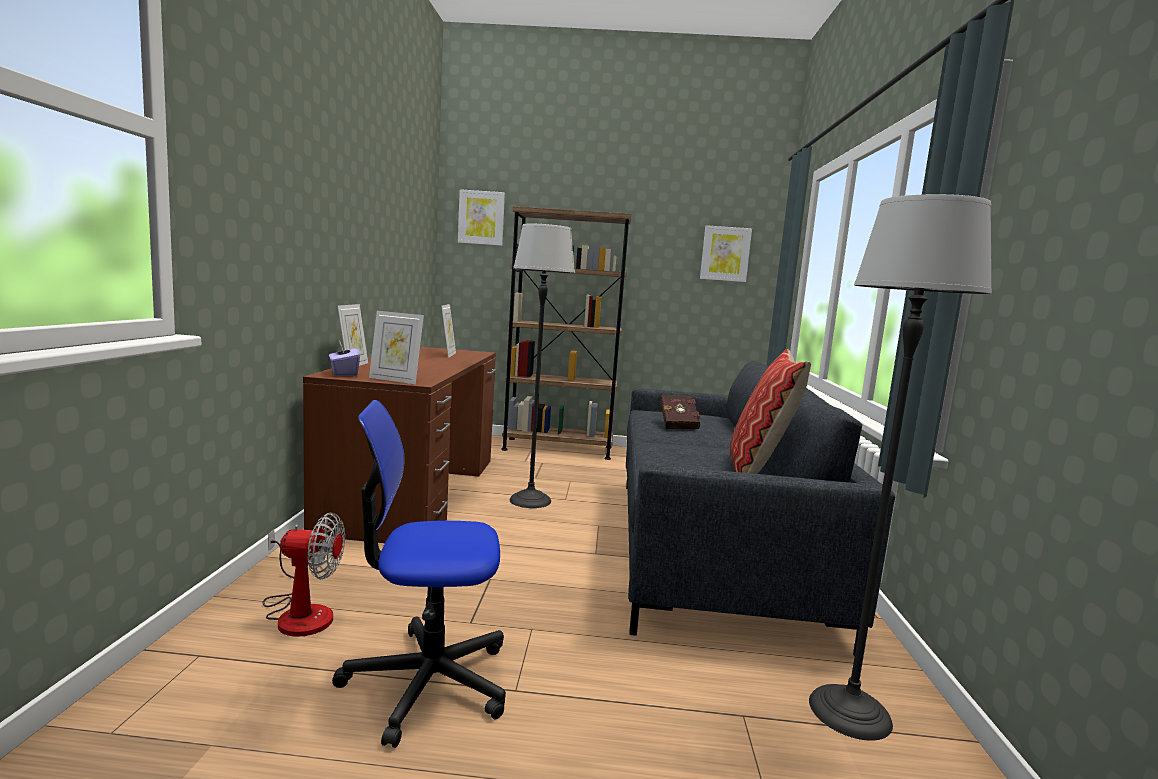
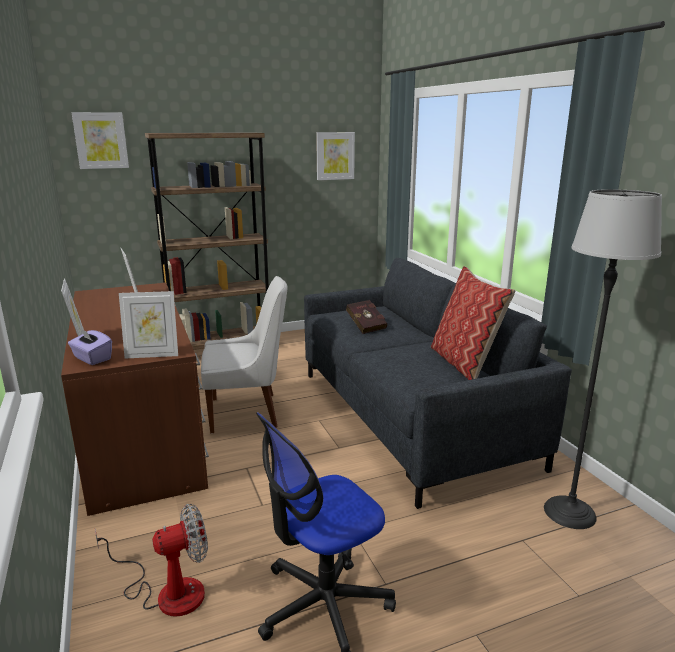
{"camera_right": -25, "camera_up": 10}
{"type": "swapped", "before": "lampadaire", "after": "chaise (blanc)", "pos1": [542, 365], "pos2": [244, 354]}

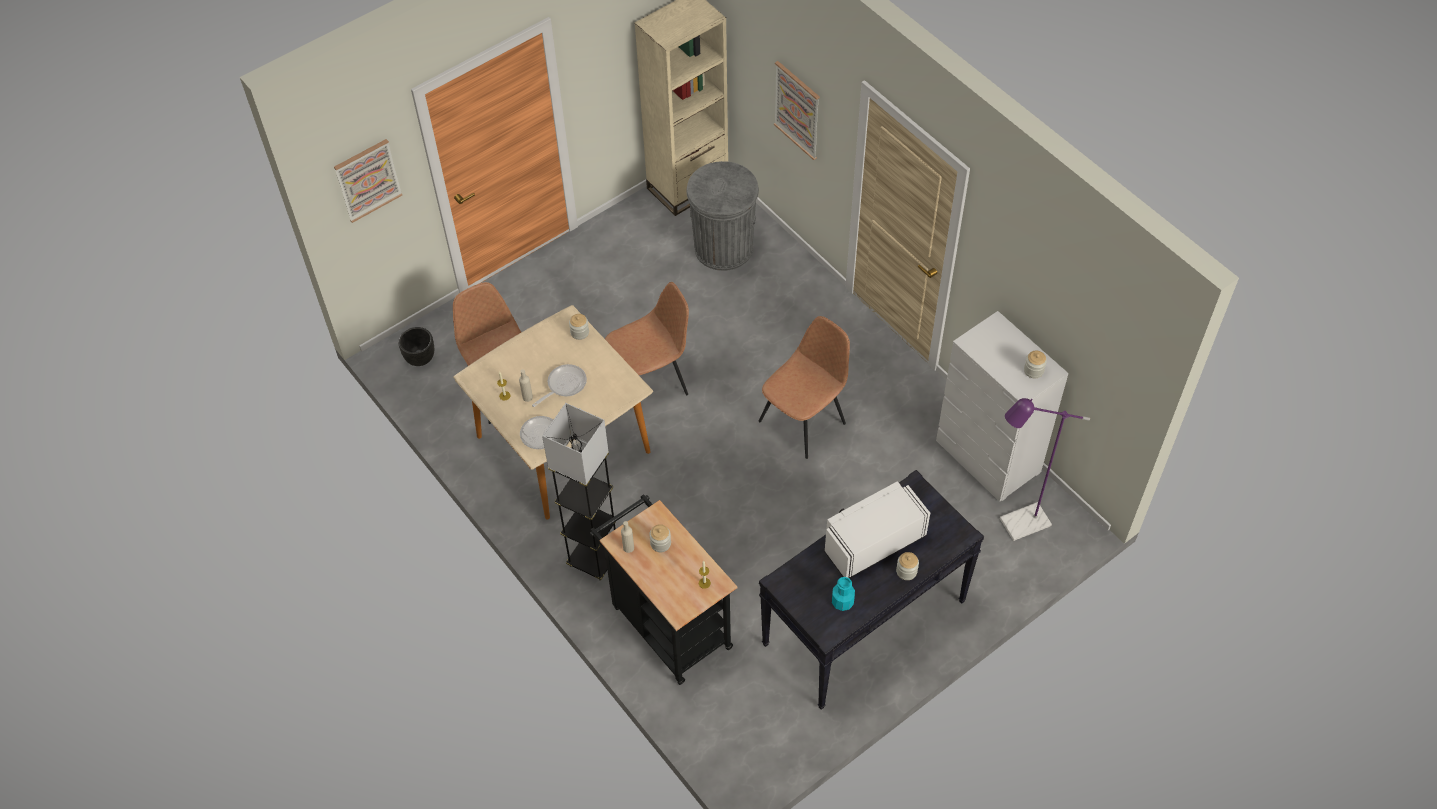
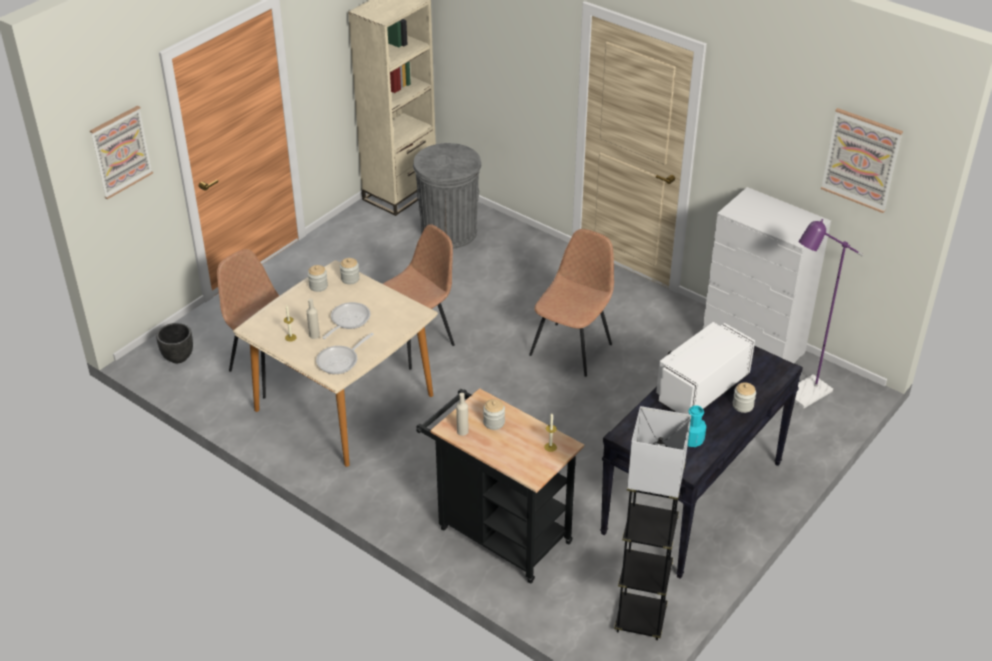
{"camera_right": -15, "camera_up": -15}
{"type": "shifted", "before": "lampadaire (gris)", "pos1": [579, 492], "pos2": [652, 523]}
{"type": "shifted", "before": "tableau", "pos1": [797, 110], "pos2": [862, 160]}
{"type": "shifted", "before": "bocal", "pos1": [1035, 364], "pos2": [318, 278]}

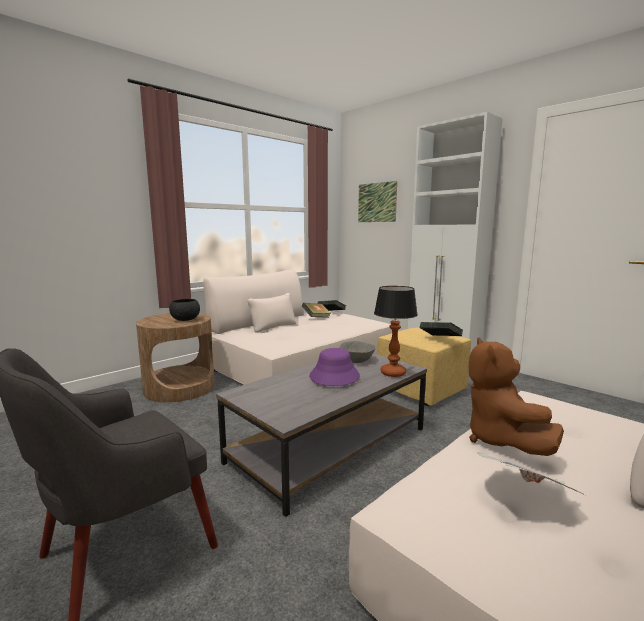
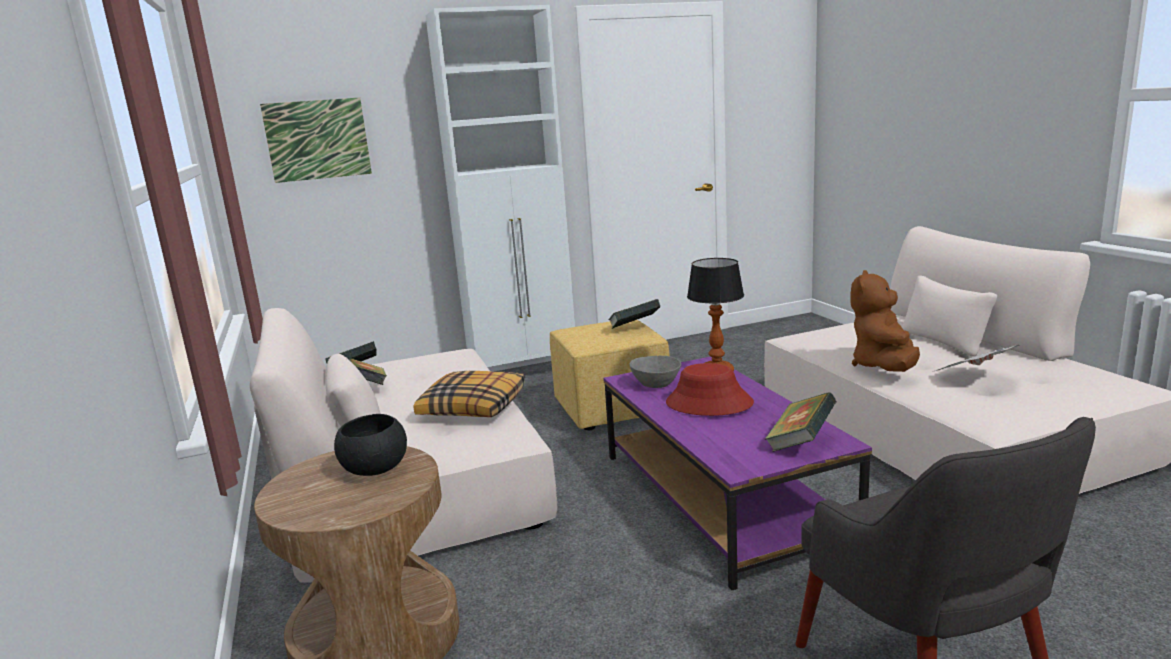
{"camera_right": -65, "camera_up": 5}
{"type": "new", "after": "coussin", "pos2": [469, 394]}
{"type": "new", "after": "livre", "pos2": [800, 422]}
{"type": "repainted", "before": "table basse (gris)", "after": "table basse (violet)", "pos1": [321, 435], "pos2": [737, 473]}
{"type": "repainted", "before": "chapeau (violet)", "after": "chapeau (rouge)", "pos1": [334, 367], "pos2": [710, 389]}
{"type": "rotated", "before": "peluche (marron)", "pos1": [516, 396], "pos2": [885, 321], "turn": 90}

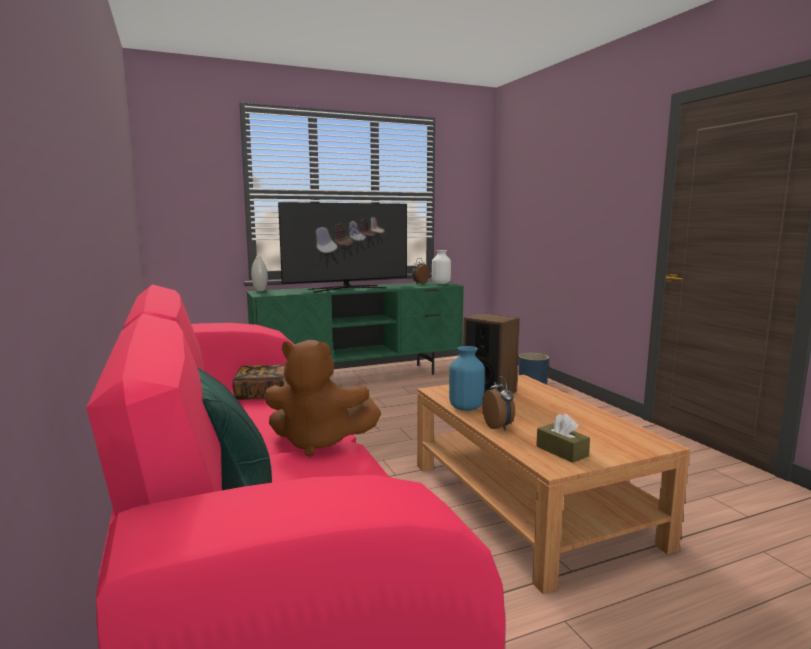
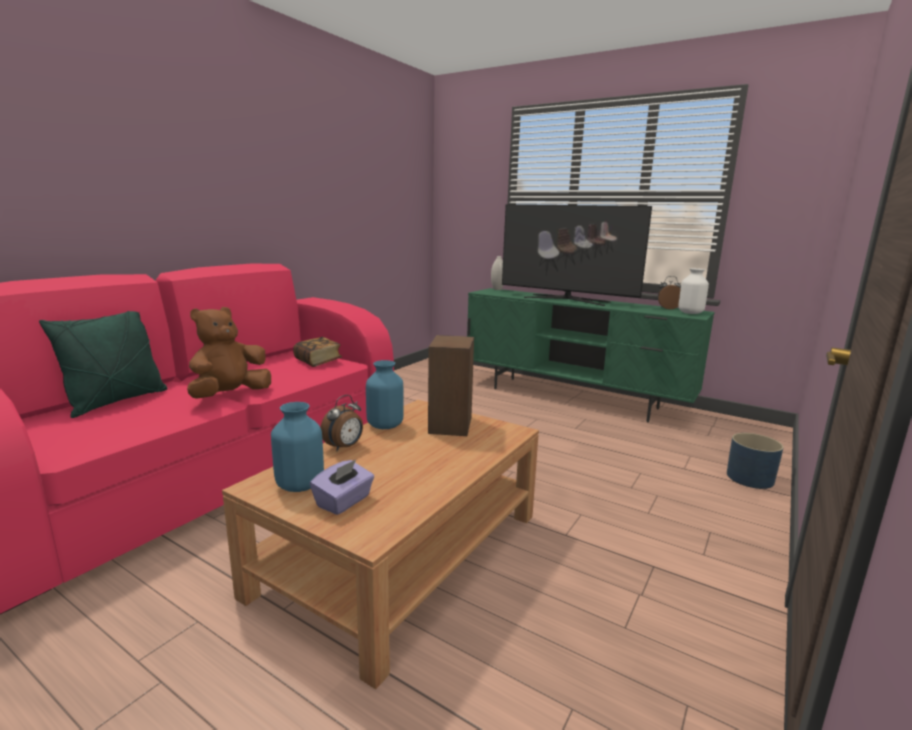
{"camera_right": 55, "camera_up": 5}
{"type": "new", "after": "boîte à mouchoirs (violet)", "pos2": [342, 487]}
{"type": "swapped", "before": "boîte à mouchoirs (marron)", "after": "vase (bleu)", "pos1": [563, 438], "pos2": [297, 447]}
{"type": "rotated", "before": "peluche (marron)", "pos1": [322, 398], "pos2": [229, 353], "turn": 60}

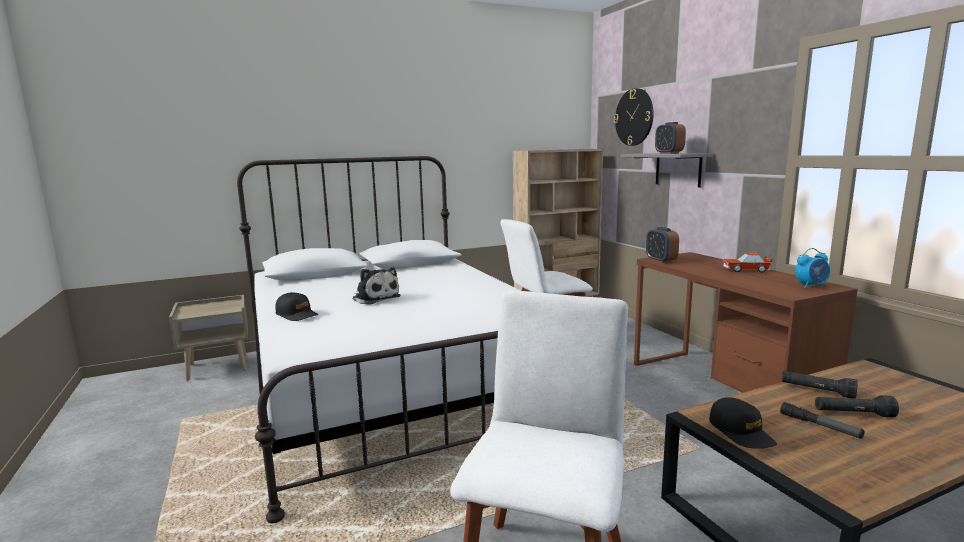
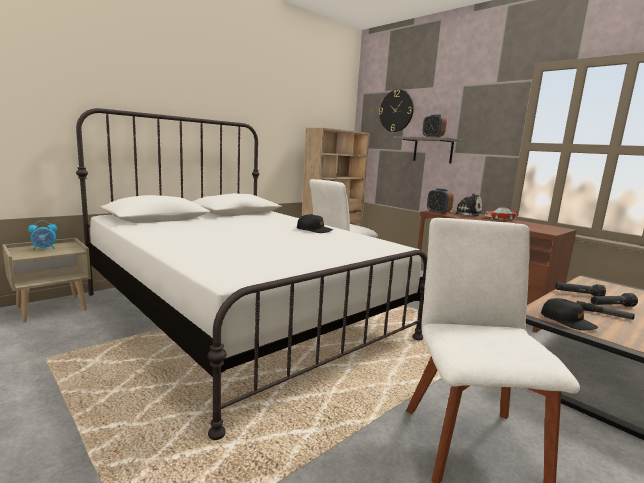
{"camera_right": -20, "camera_up": 0}
{"type": "shifted", "before": "casquette (noir)", "pos1": [296, 306], "pos2": [315, 223]}
{"type": "shifted", "before": "peluche", "pos1": [376, 286], "pos2": [466, 205]}
{"type": "shifted", "before": "réveil", "pos1": [812, 268], "pos2": [42, 235]}

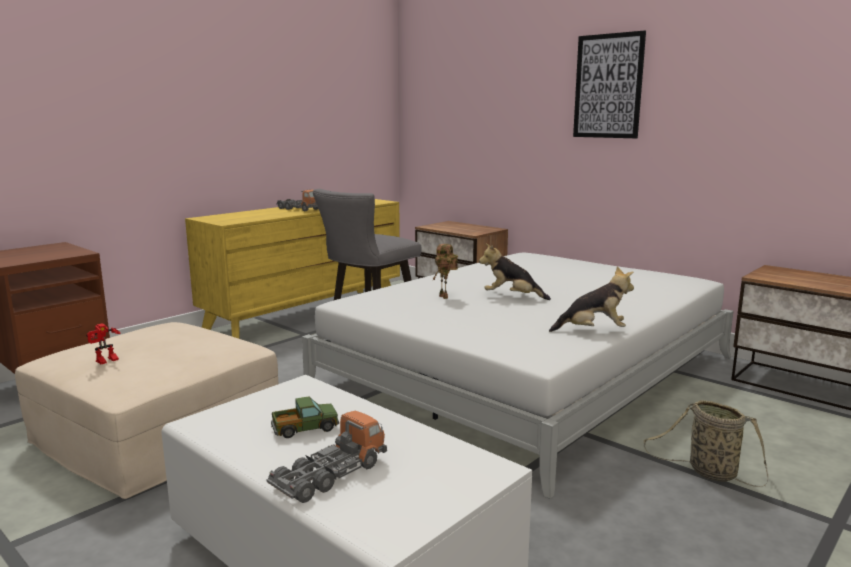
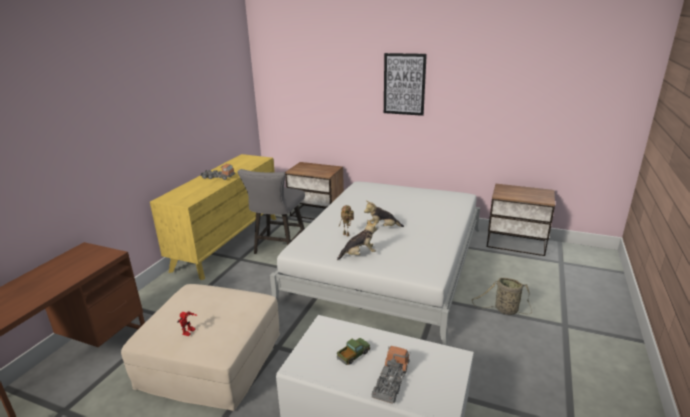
{"camera_right": -20, "camera_up": 10}
{"type": "shifted", "before": "peluche", "pos1": [591, 299], "pos2": [357, 240]}

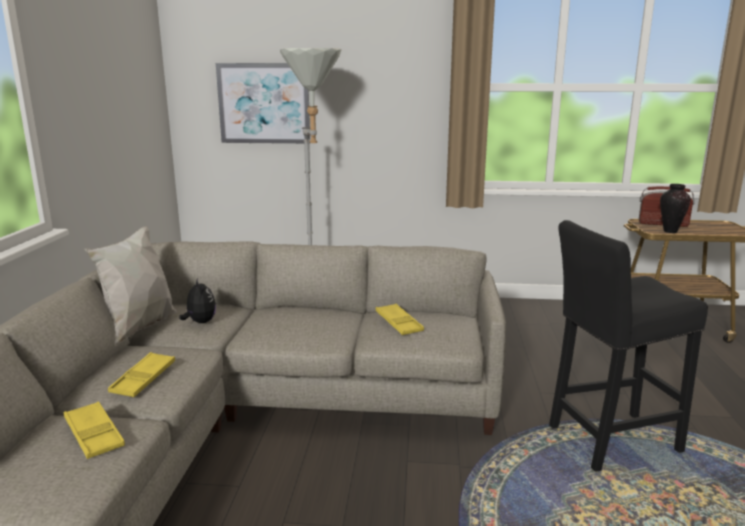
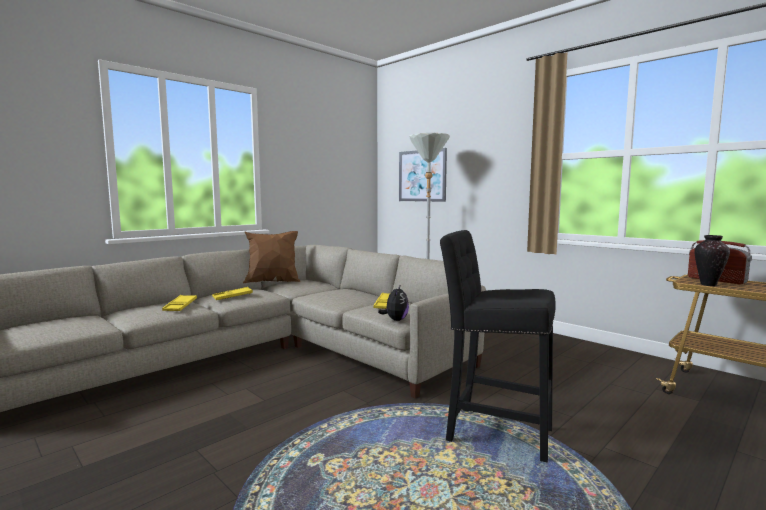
{"camera_right": 40, "camera_up": -10}
{"type": "shifted", "before": "peluche", "pos1": [197, 300], "pos2": [393, 303]}
{"type": "repainted", "before": "coussin (blanc)", "after": "coussin (marron)", "pos1": [130, 286], "pos2": [271, 257]}

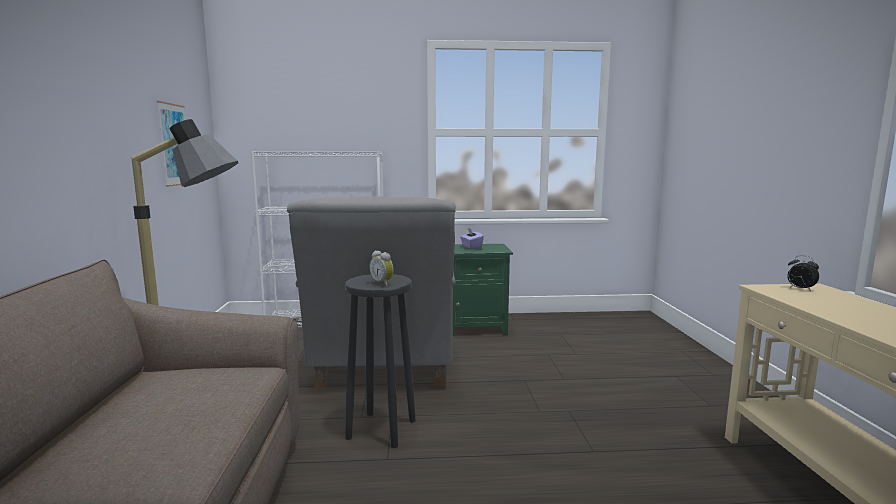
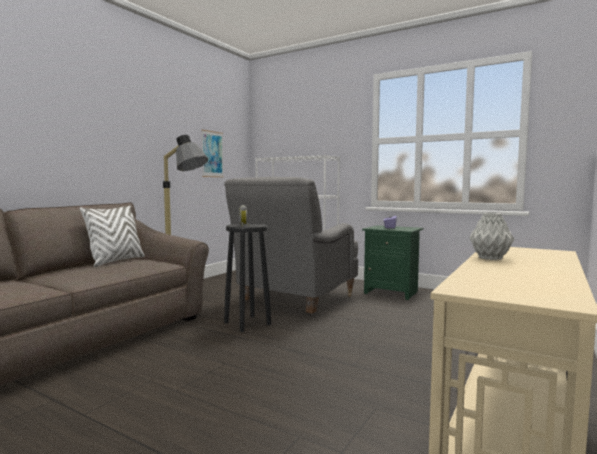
{"camera_right": 35, "camera_up": -5}
{"type": "gone", "before": "réveil", "pos1": [803, 273]}
{"type": "new", "after": "coussin (blanc)", "pos2": [112, 236]}
{"type": "new", "after": "vase (gris)", "pos2": [492, 236]}

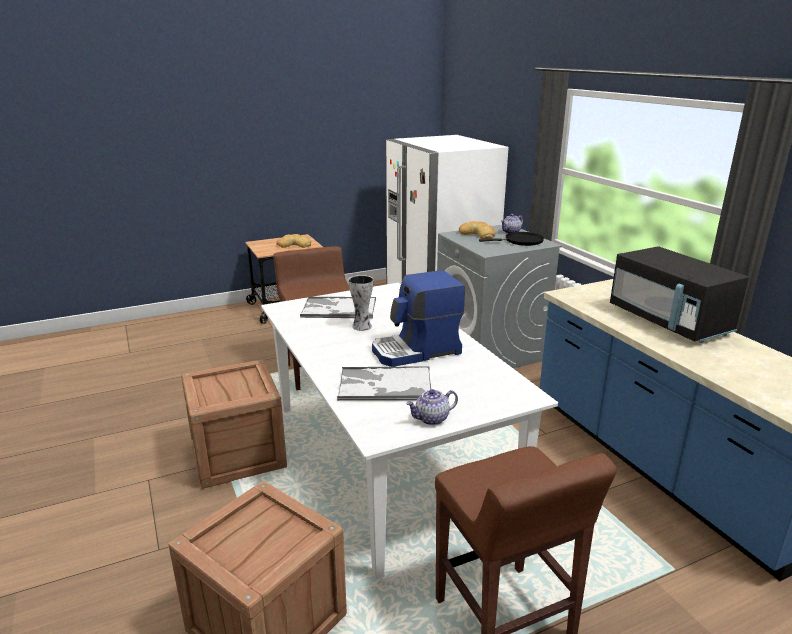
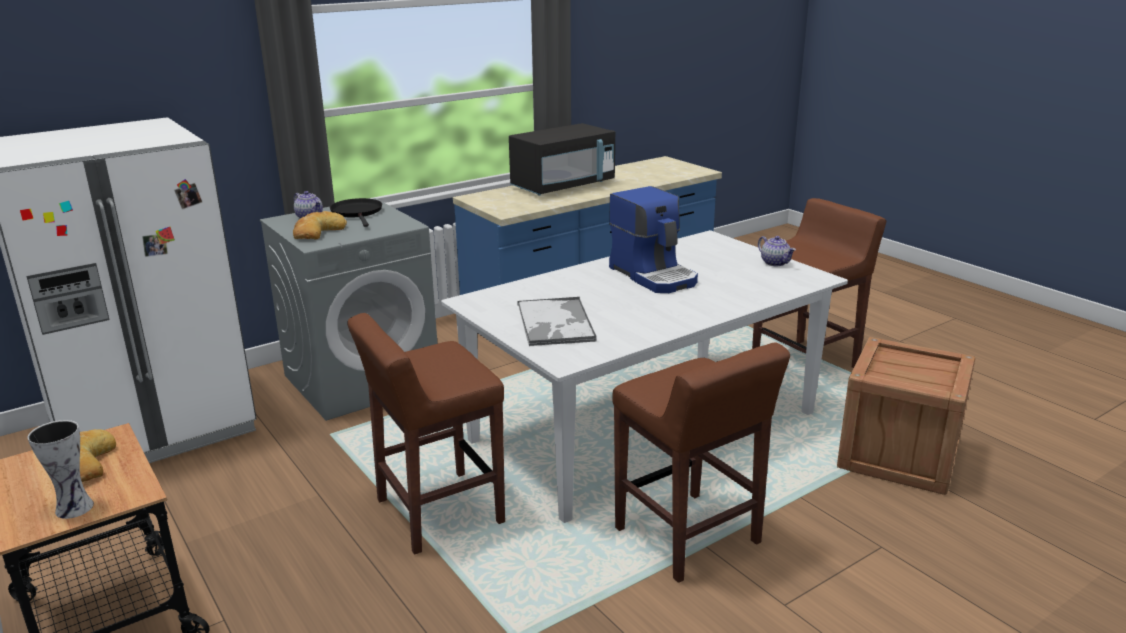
{"camera_right": -100, "camera_up": 0}
{"type": "gone", "before": "plateau", "pos1": [384, 383]}
{"type": "shifted", "before": "vase", "pos1": [361, 303], "pos2": [61, 469]}
{"type": "swapped", "before": "caisse", "after": "tabouret (marron)", "pos1": [234, 424], "pos2": [701, 462]}

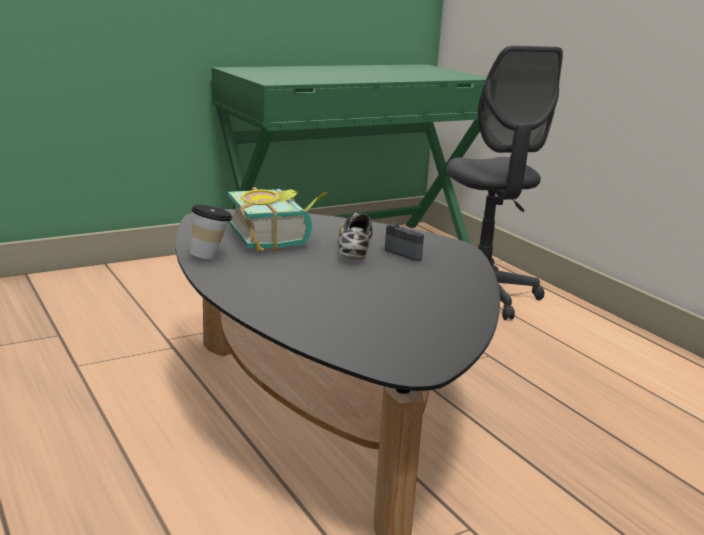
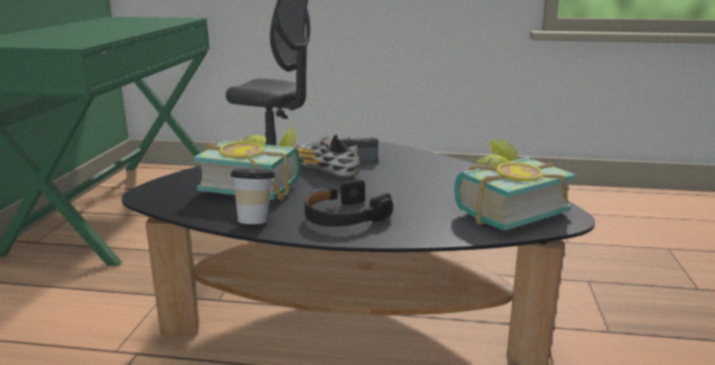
{"camera_right": -50, "camera_up": 0}
{"type": "new", "after": "casque audio (noir)", "pos2": [348, 203]}
{"type": "new", "after": "livre", "pos2": [514, 185]}

